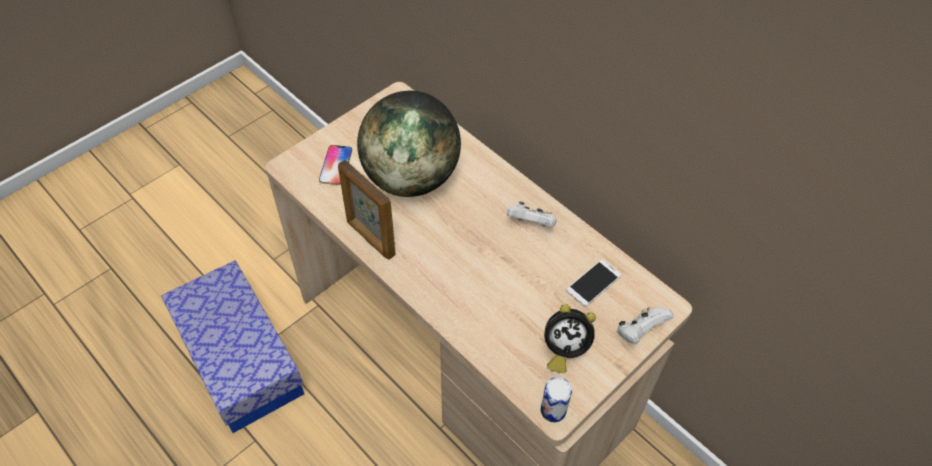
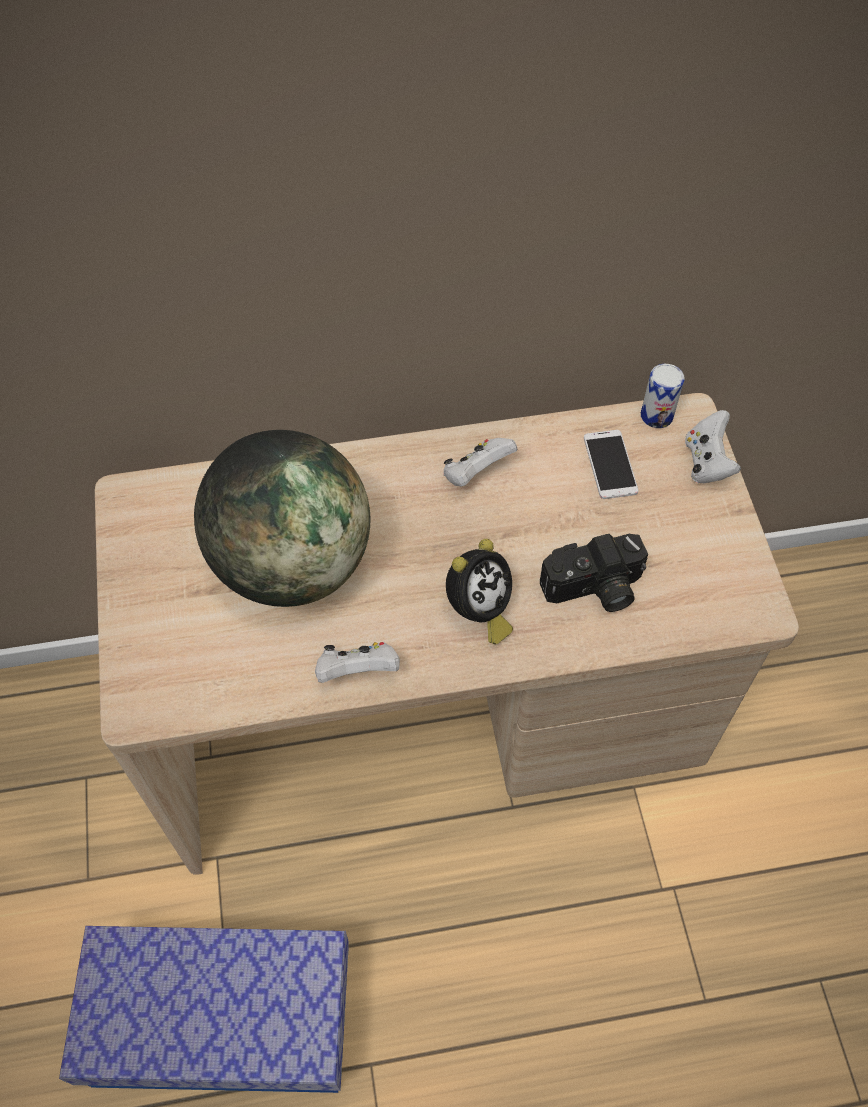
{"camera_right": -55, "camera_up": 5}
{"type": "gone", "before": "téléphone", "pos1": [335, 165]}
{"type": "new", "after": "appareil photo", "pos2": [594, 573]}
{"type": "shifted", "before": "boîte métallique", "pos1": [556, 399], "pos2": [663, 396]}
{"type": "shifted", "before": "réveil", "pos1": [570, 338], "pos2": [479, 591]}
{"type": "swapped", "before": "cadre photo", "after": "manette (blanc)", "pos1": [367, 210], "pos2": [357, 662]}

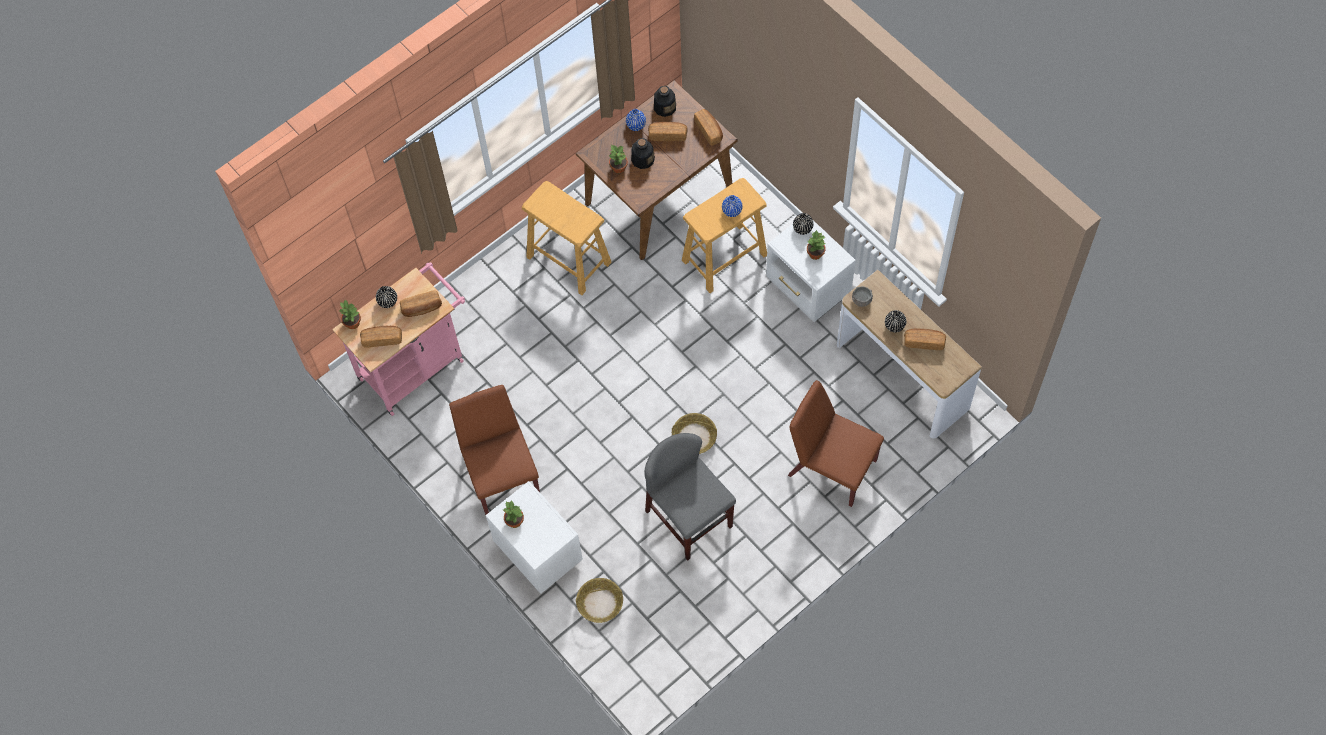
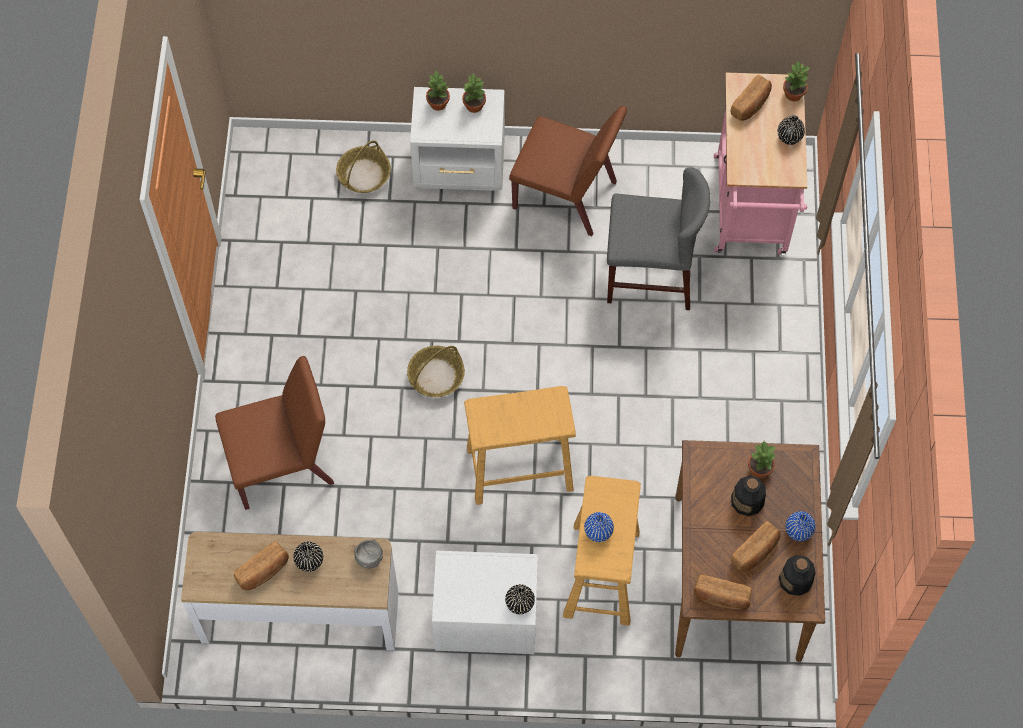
{"camera_right": 130, "camera_up": 0}
{"type": "gone", "before": "pain", "pos1": [421, 303]}
{"type": "shifted", "before": "tabouret (beige)", "pos1": [567, 238], "pos2": [520, 445]}
{"type": "shifted", "before": "chaise (gris)", "pos1": [690, 497], "pos2": [658, 238]}
{"type": "shifted", "before": "plante en pot", "pos1": [816, 245], "pos2": [438, 90]}

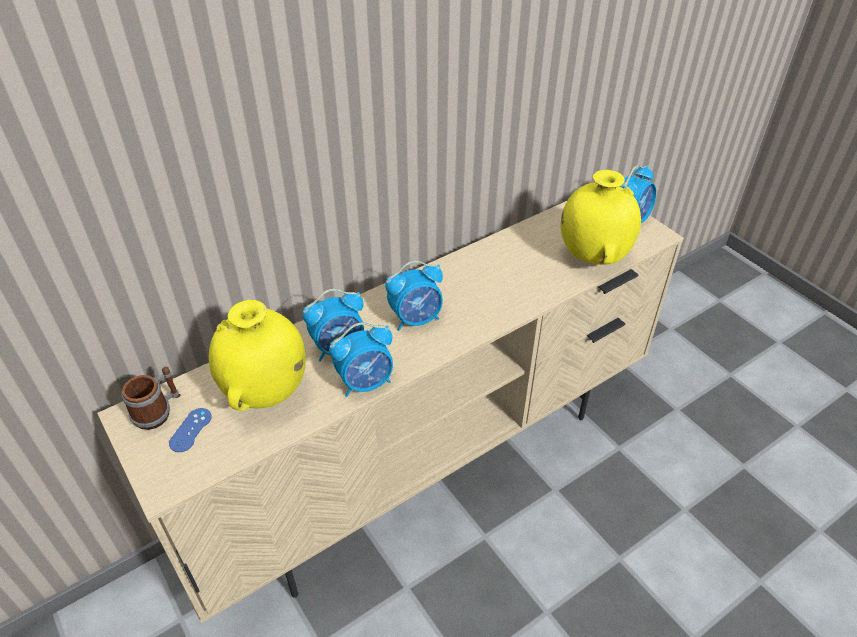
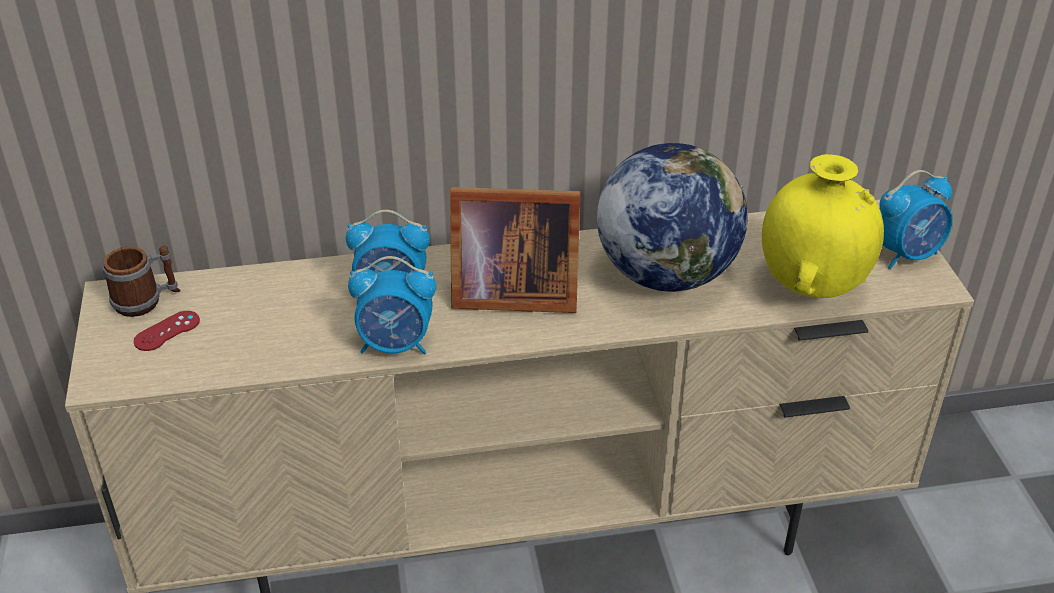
{"camera_right": 25, "camera_up": -5}
{"type": "gone", "before": "vase (jaune)", "pos1": [257, 355]}
{"type": "new", "after": "globe", "pos2": [672, 217]}
{"type": "swapped", "before": "réveil", "after": "cadre photo", "pos1": [414, 296], "pos2": [515, 250]}
{"type": "repainted", "before": "manette (bleu)", "after": "manette (rouge)", "pos1": [190, 430], "pos2": [167, 331]}

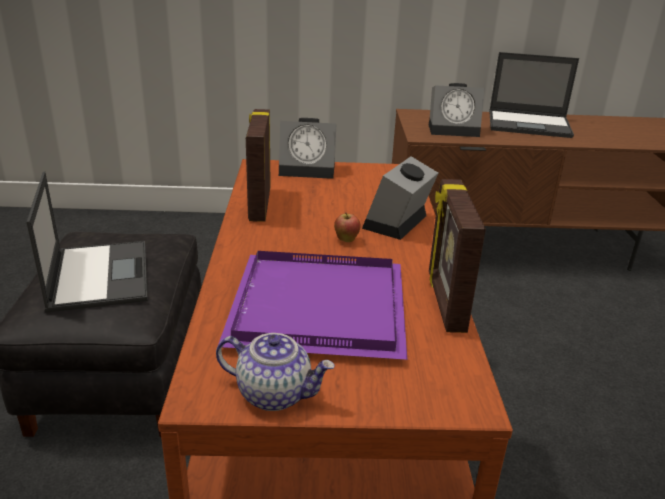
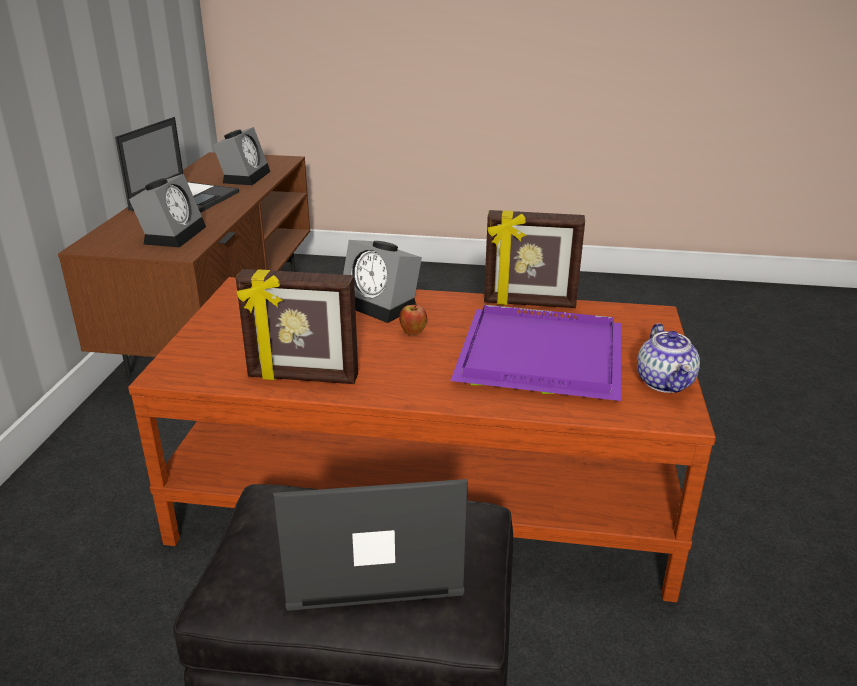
{"camera_right": -80, "camera_up": 0}
{"type": "shifted", "before": "réveil", "pos1": [307, 148], "pos2": [241, 156]}
{"type": "rotated", "before": "théière", "pos1": [275, 372], "pos2": [668, 358], "turn": 150}

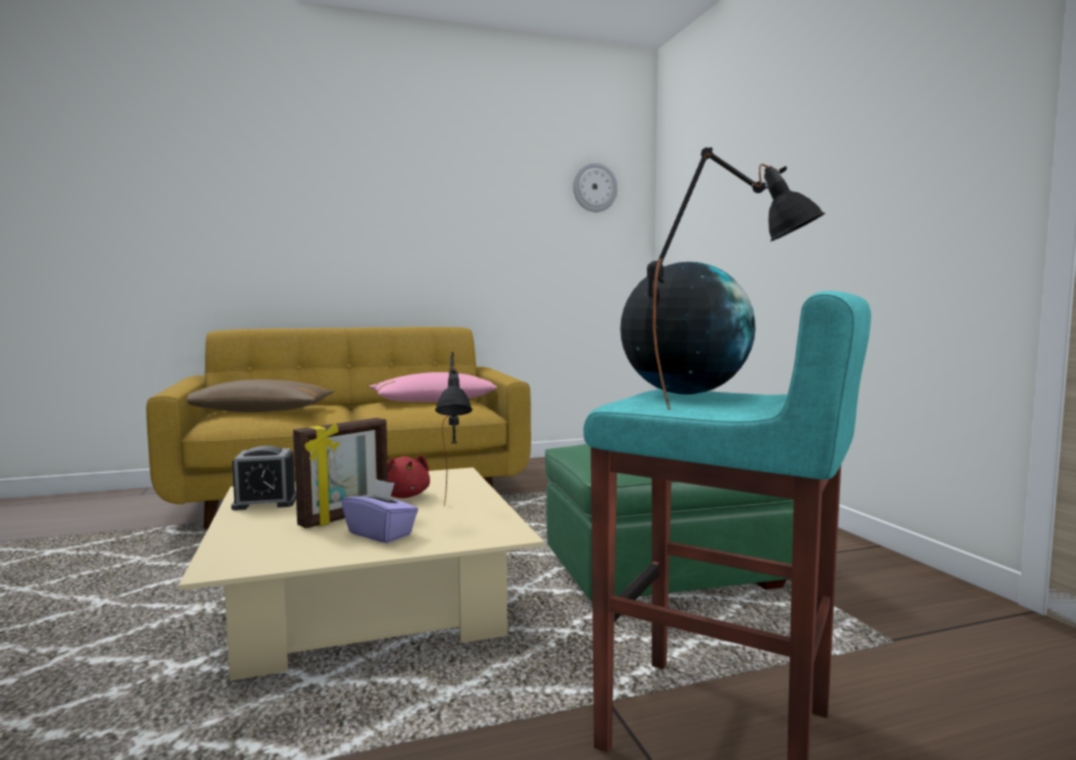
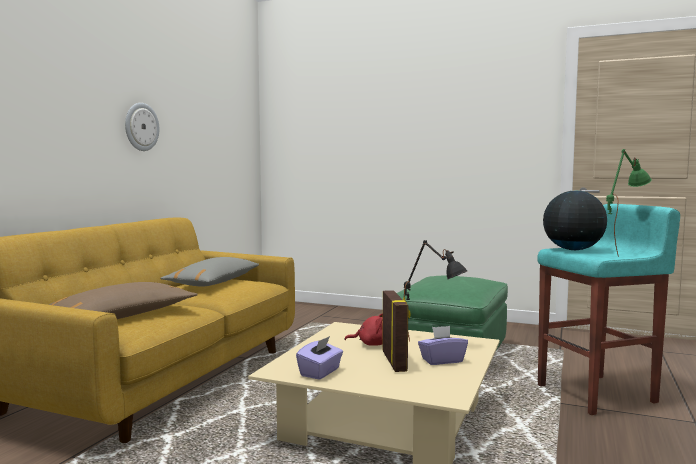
{"camera_right": -50, "camera_up": 0}
{"type": "shifted", "before": "horloge murale", "pos1": [595, 187], "pos2": [142, 127]}
{"type": "swapped", "before": "réveil", "after": "boîte à mouchoirs (violet)", "pos1": [263, 478], "pos2": [319, 358]}
{"type": "repainted", "before": "coussin (rose)", "after": "coussin (gris)", "pos1": [433, 387], "pos2": [209, 272]}
{"type": "repainted", "before": "lampe de table (noir)", "after": "lampe de table (vert)", "pos1": [736, 278], "pos2": [629, 203]}

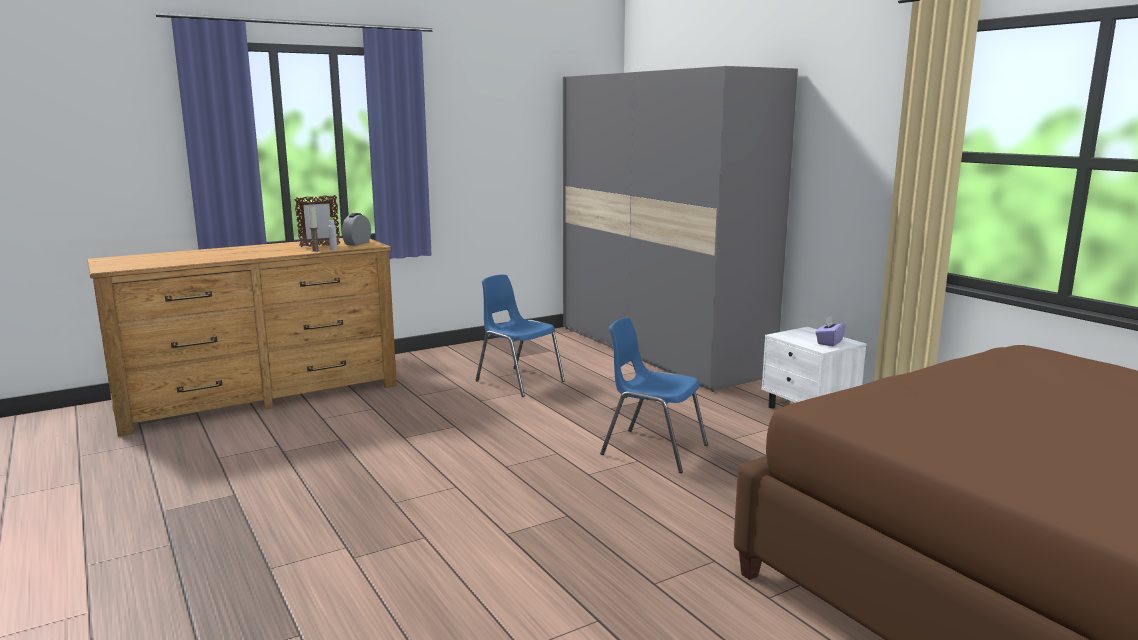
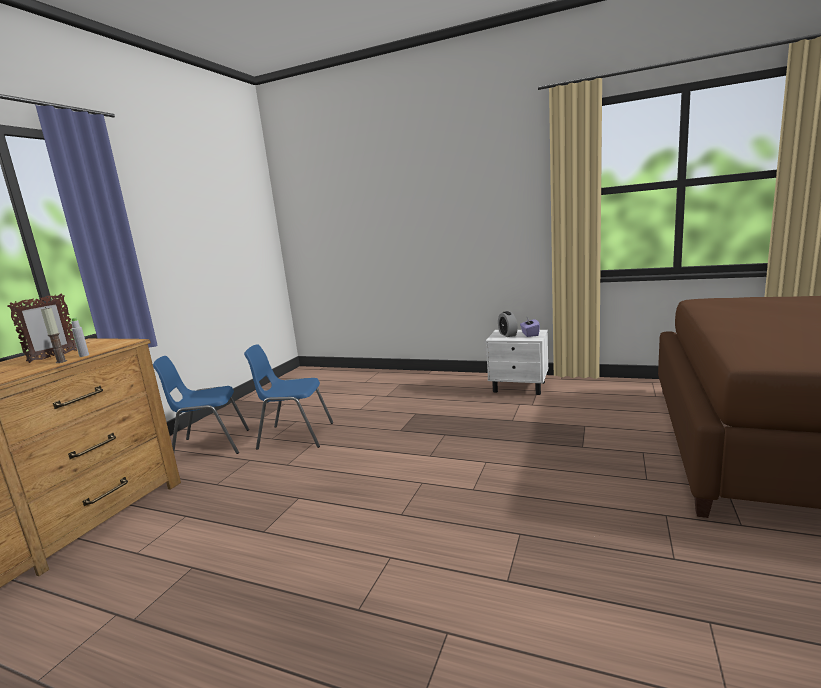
{"camera_right": -35, "camera_up": 0}
{"type": "gone", "before": "armoire (gris)", "pos1": [680, 228]}
{"type": "shifted", "before": "réveil", "pos1": [356, 229], "pos2": [508, 324]}
{"type": "shifted", "before": "chaise (bleu)", "pos1": [654, 395], "pos2": [201, 405]}

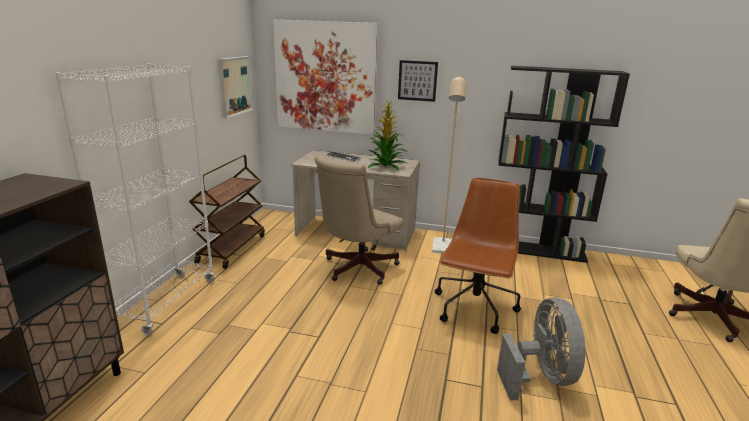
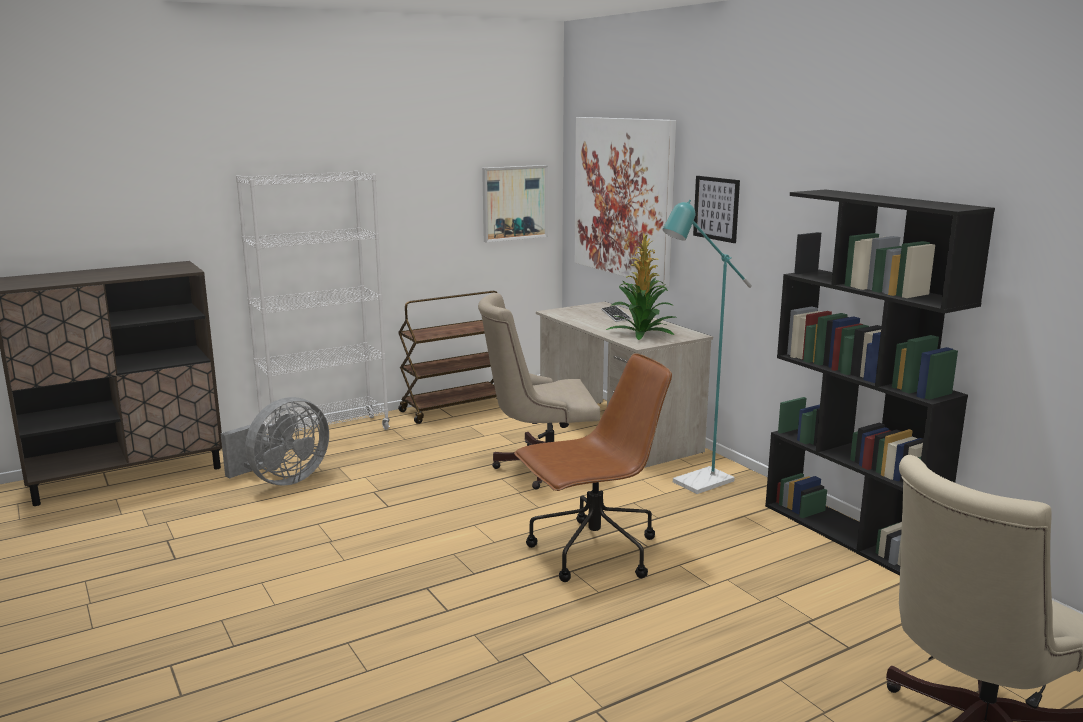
{"camera_right": 45, "camera_up": -5}
{"type": "shifted", "before": "ventilateur (gris)", "pos1": [541, 348], "pos2": [275, 441]}
{"type": "repainted", "before": "lampadaire (beige)", "after": "lampadaire (turquoise)", "pos1": [449, 164], "pos2": [707, 347]}

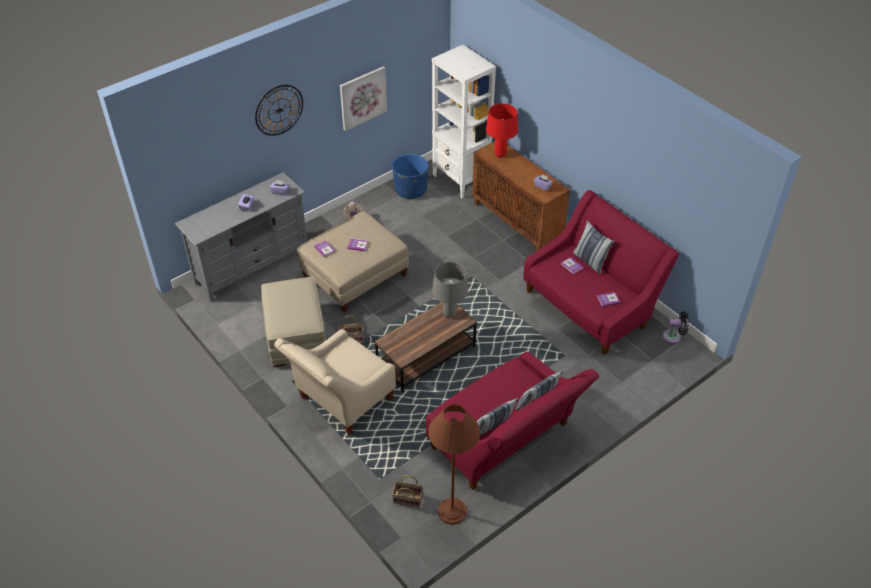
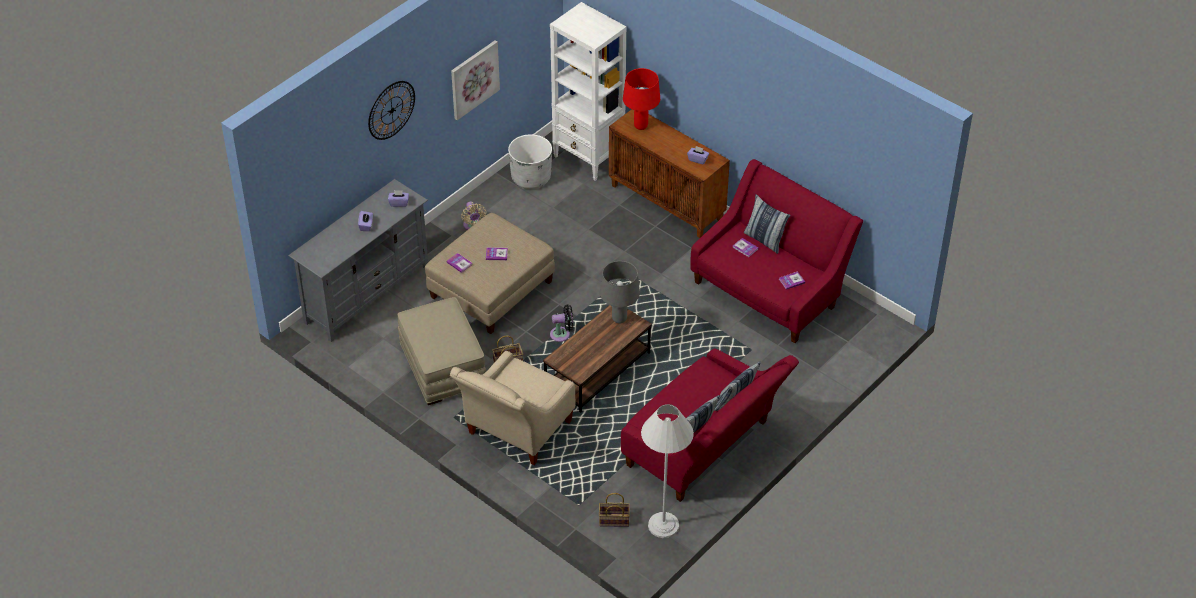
{"camera_right": -10, "camera_up": 0}
{"type": "shifted", "before": "ventilateur (noir)", "pos1": [676, 327], "pos2": [561, 323]}
{"type": "repainted", "before": "cache-pot (bleu)", "after": "cache-pot (blanc)", "pos1": [410, 176], "pos2": [530, 161]}
{"type": "repainted", "before": "lampadaire (marron)", "after": "lampadaire (blanc)", "pos1": [454, 464], "pos2": [667, 471]}

